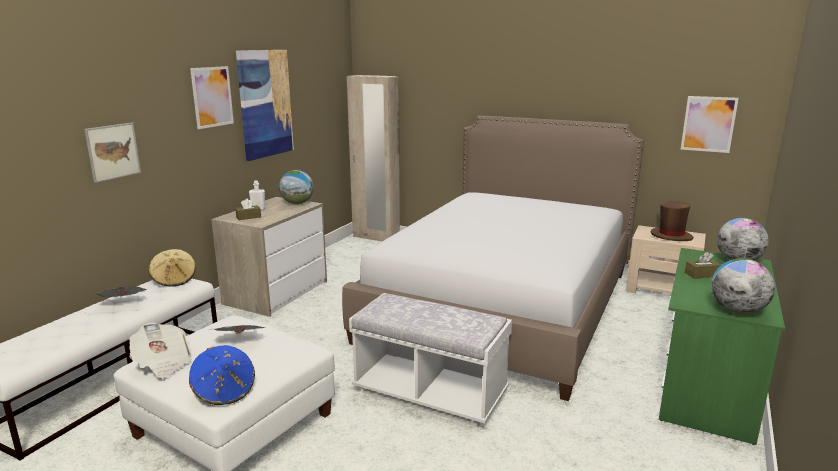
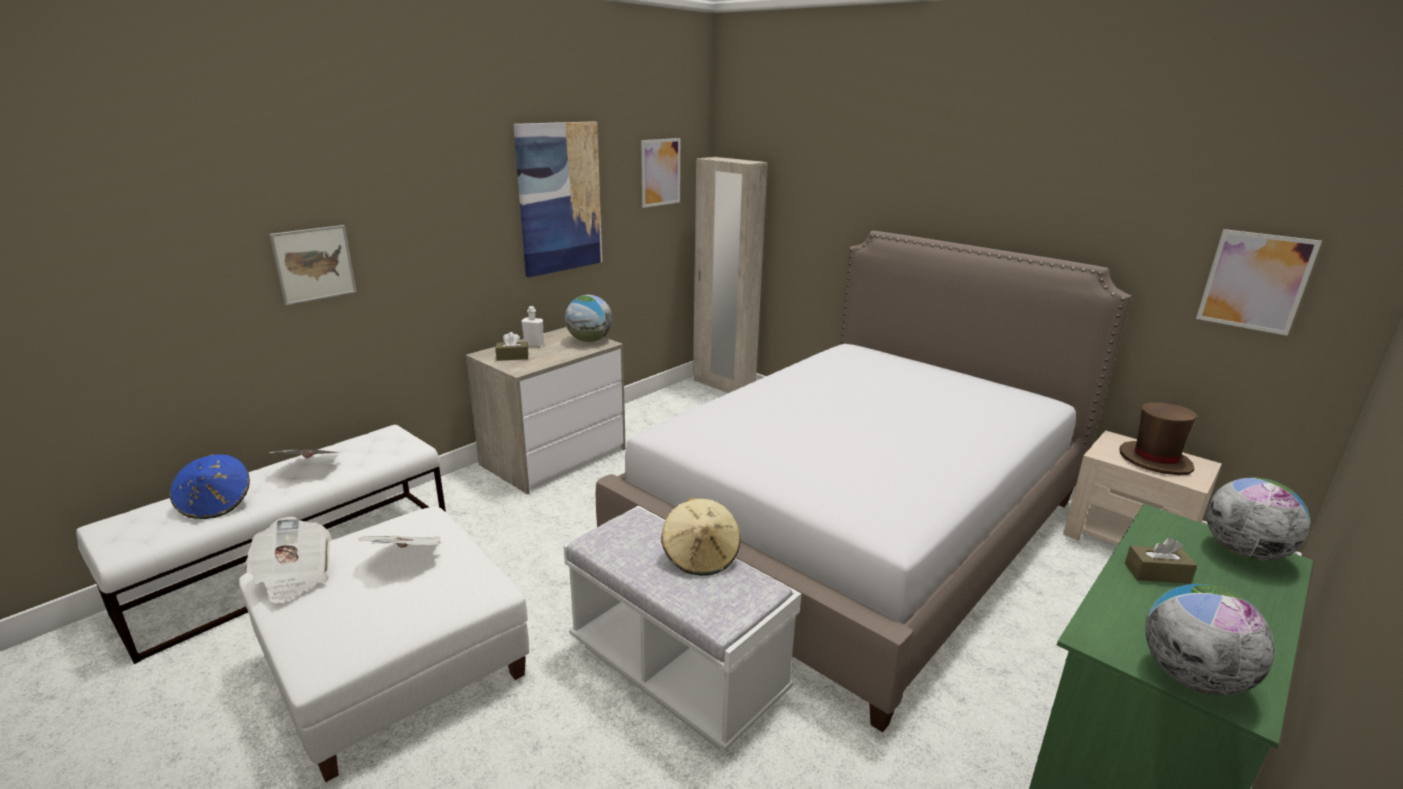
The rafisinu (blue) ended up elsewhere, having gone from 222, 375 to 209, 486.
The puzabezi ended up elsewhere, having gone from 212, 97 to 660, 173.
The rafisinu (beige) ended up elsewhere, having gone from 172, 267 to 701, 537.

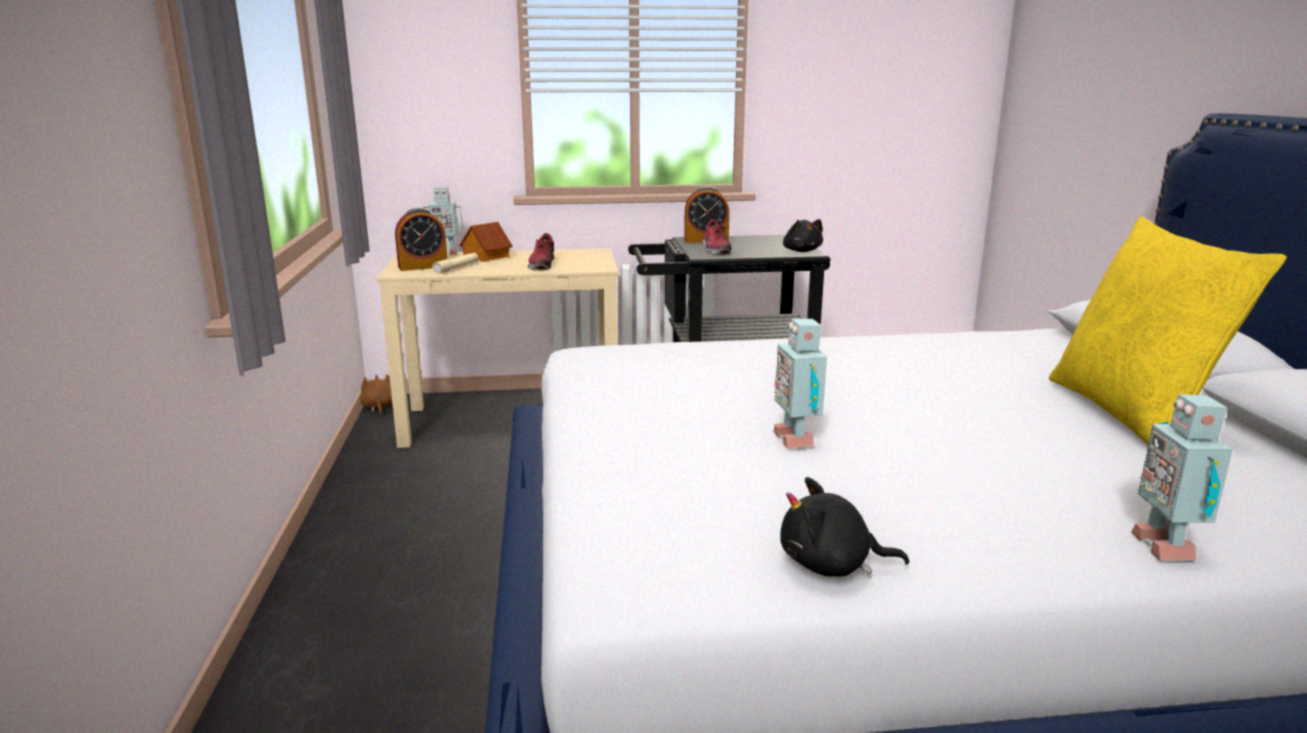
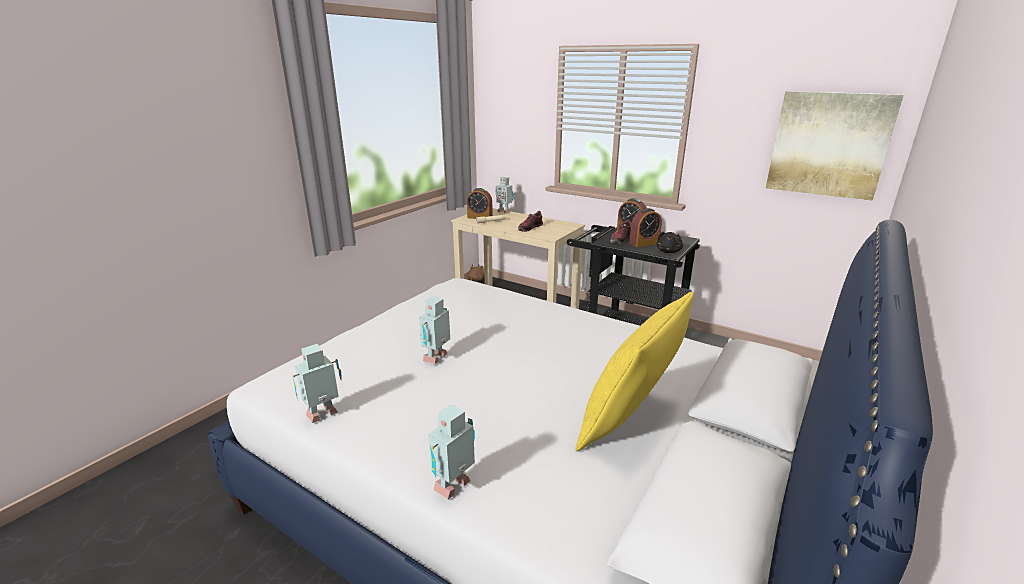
Where the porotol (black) stood at 844, 527, the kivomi came to stand at 317, 383.
The second view gained the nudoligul at 645, 227.
The second view gained the puzabezi at 834, 146.
The second view lost the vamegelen at 486, 242.

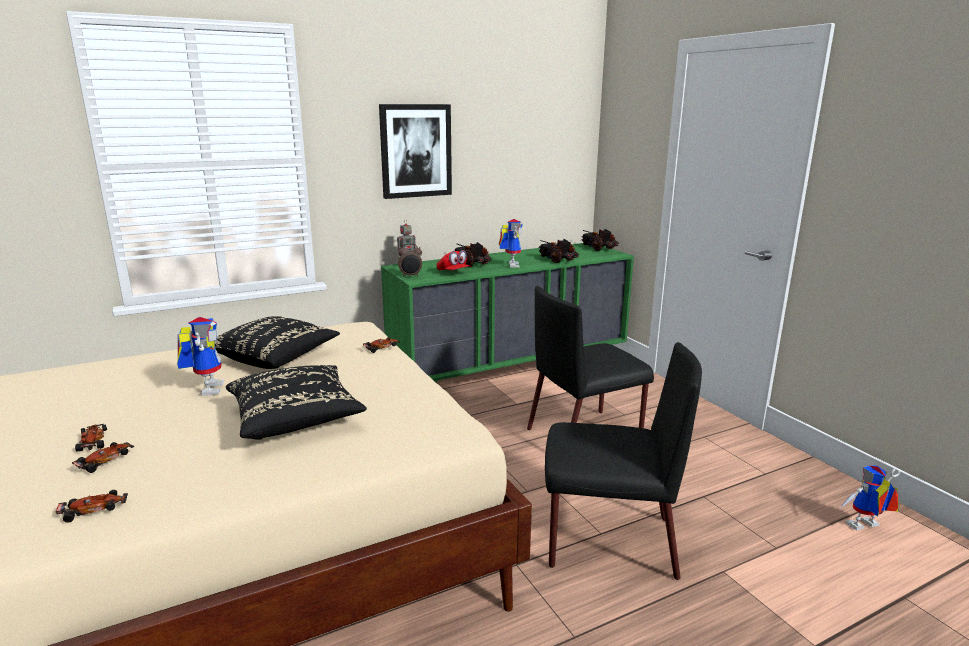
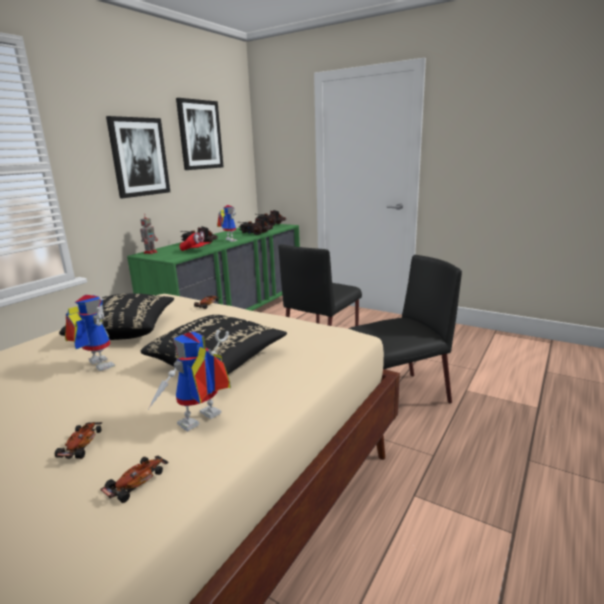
The kivomi ended up elsewhere, having gone from 870, 497 to 189, 380.
The second view gained the puzabezi at 200, 134.
The second view lost the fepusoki at 91, 438.
The second view lost the nudoligul at 410, 260.

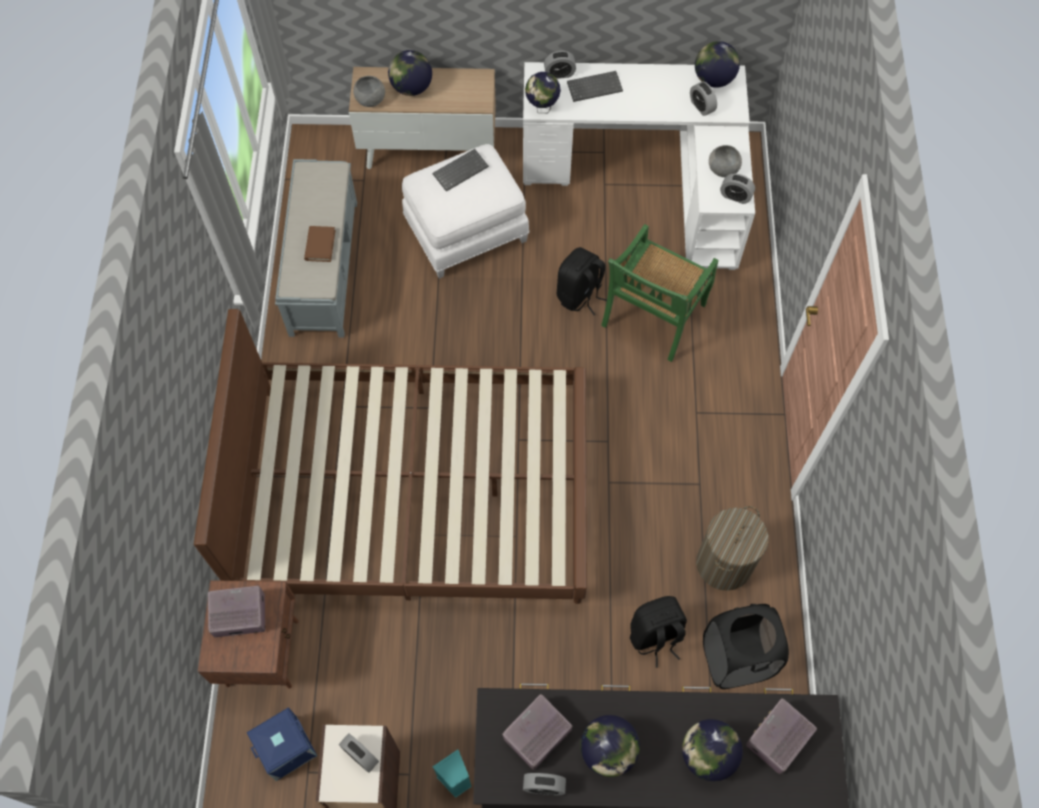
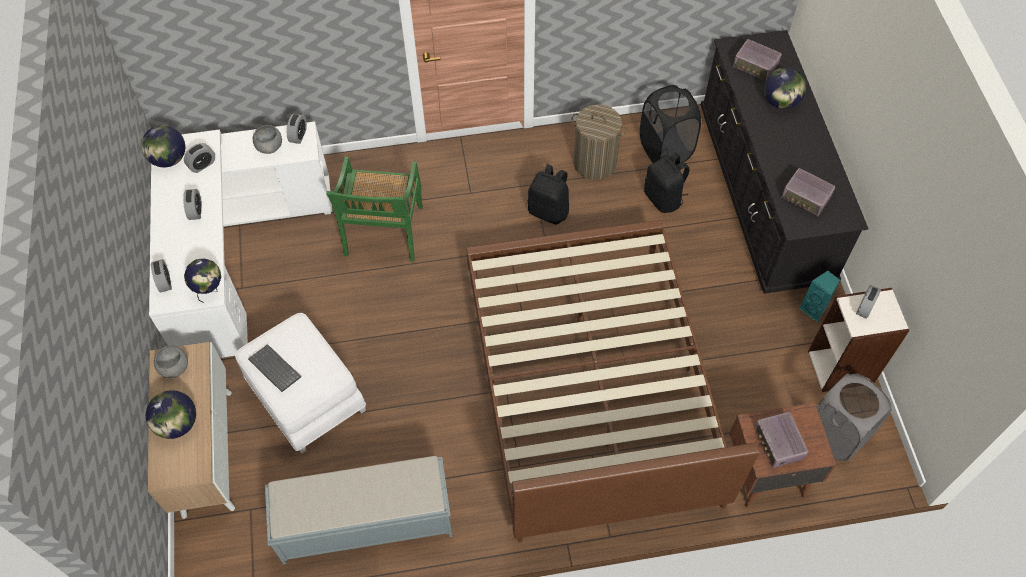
The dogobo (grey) ended up elsewhere, having gone from 369, 91 to 171, 361.
The nudoligul ended up elsewhere, having gone from 544, 784 to 192, 204.
The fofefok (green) at 659, 293 ended up facing another way, 75 degrees clockwise from before.
The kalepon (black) ended up elsewhere, having gone from 582, 281 to 548, 194.
Where the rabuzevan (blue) stood at 281, 744, the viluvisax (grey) came to stand at 854, 417.
The second view lost the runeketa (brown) at 320, 244.
The second view lost the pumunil at 595, 86.
The second view lost the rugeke at 610, 746.

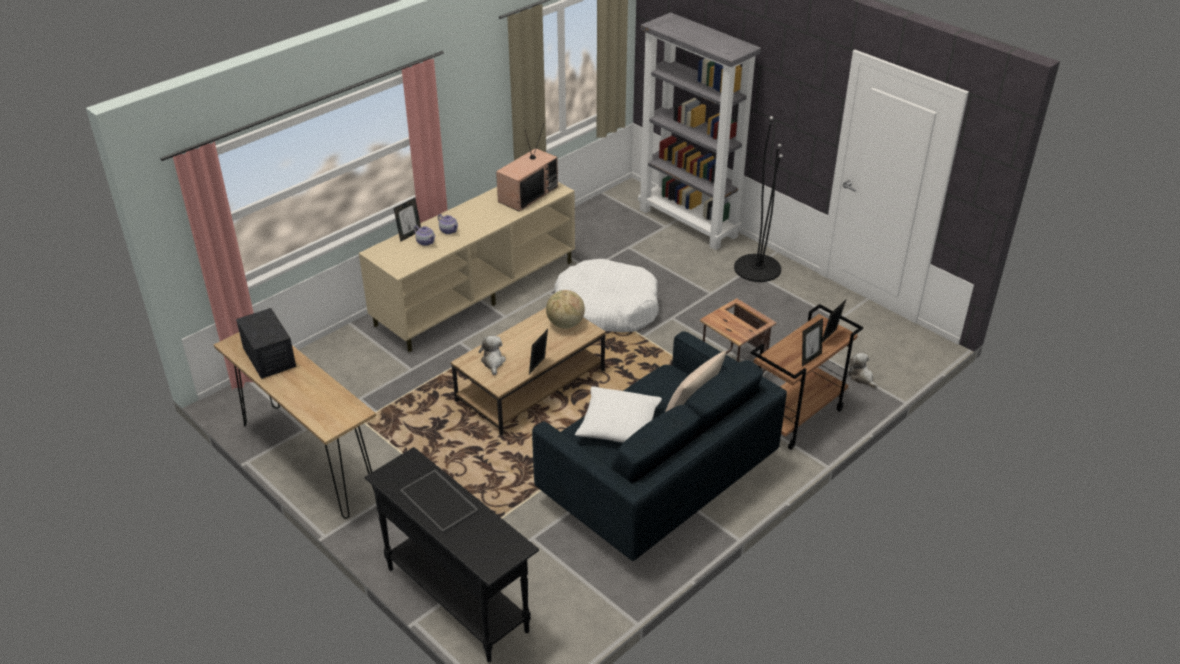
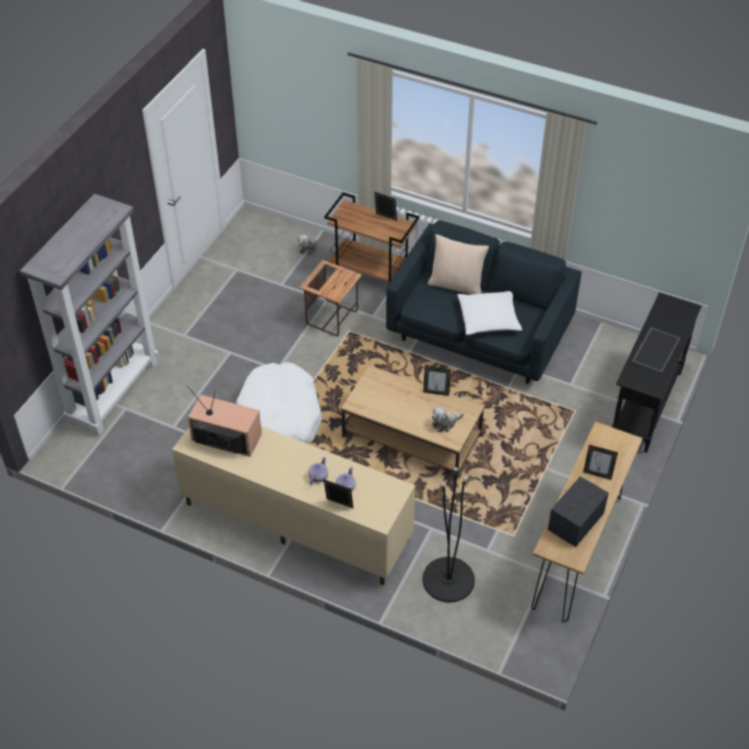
The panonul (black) ended up elsewhere, having gone from 758, 199 to 449, 534.
The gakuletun ended up elsewhere, having gone from 834, 321 to 600, 462.
The second view lost the rugeke at 565, 309.

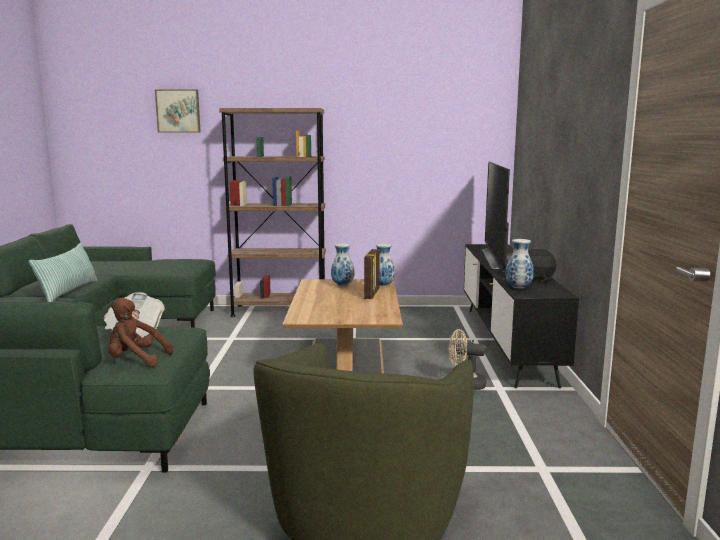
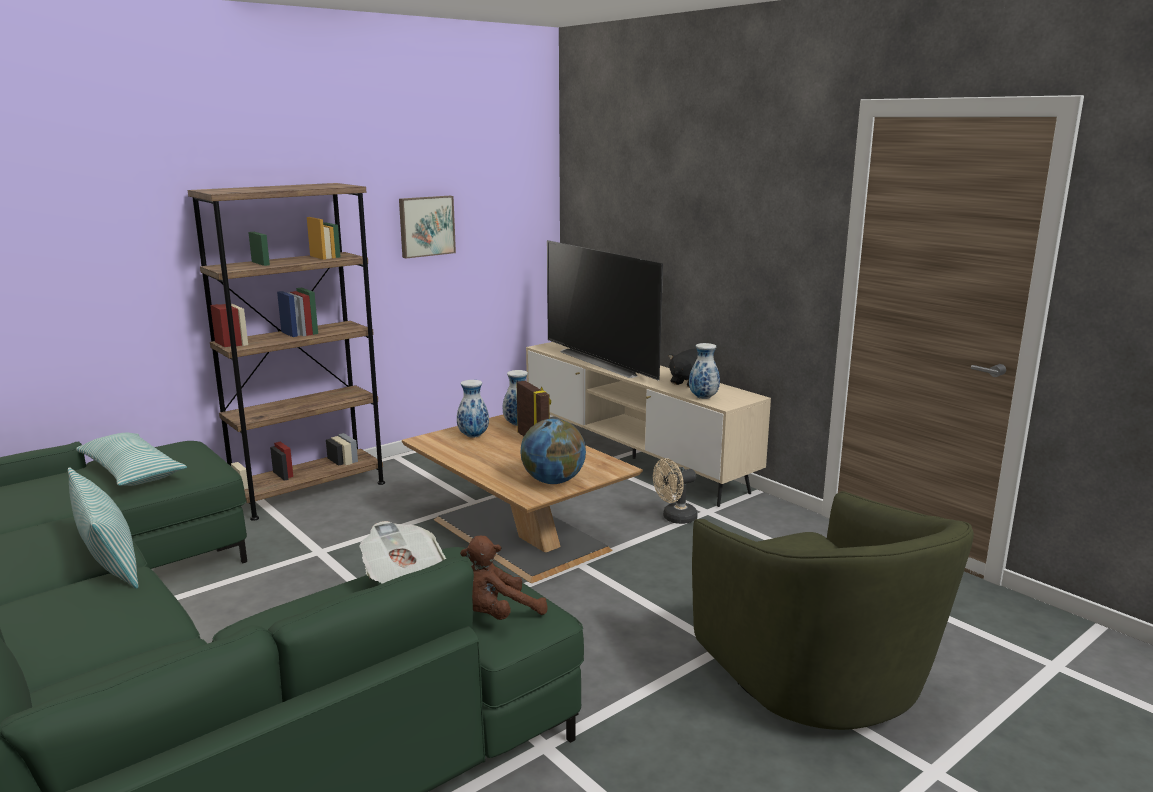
The second view gained the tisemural at 131, 459.
The puzabezi ended up elsewhere, having gone from 178, 111 to 427, 227.
The second view gained the rugeke at 553, 451.
What was the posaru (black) at 521, 316 turned into the posaru (beige) at 648, 424.

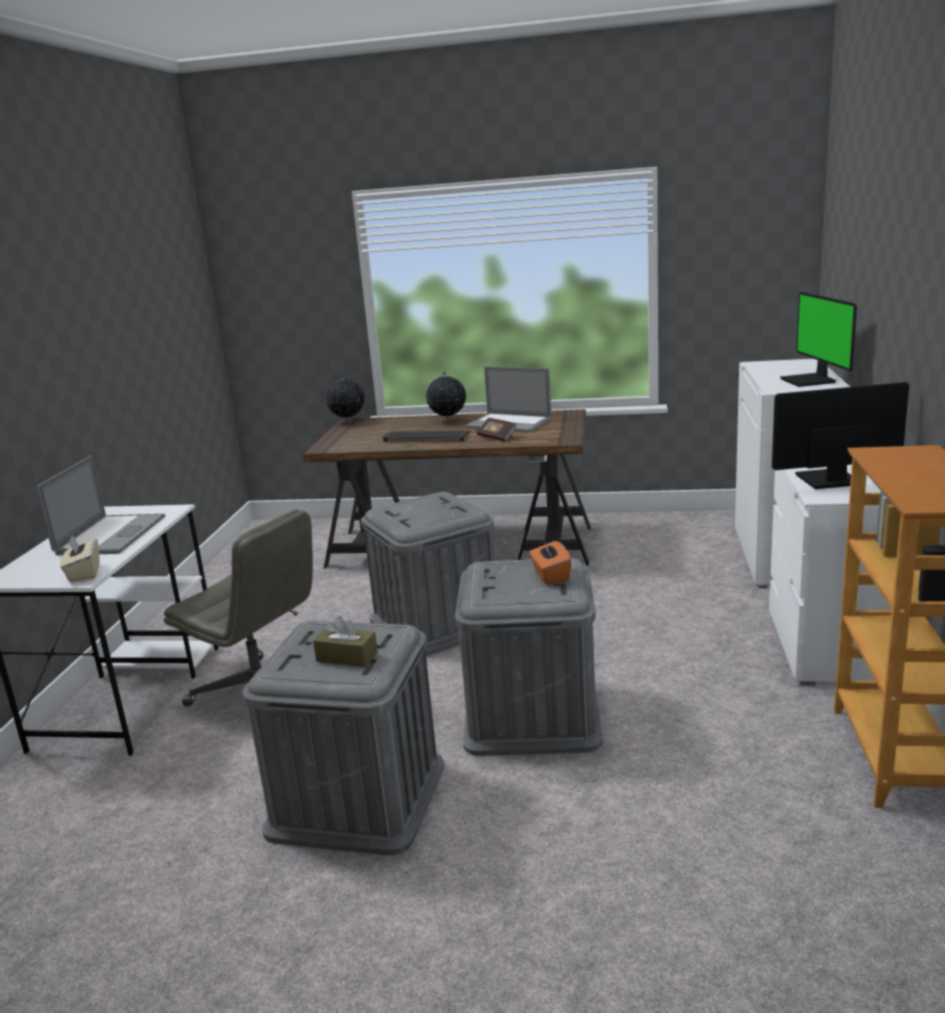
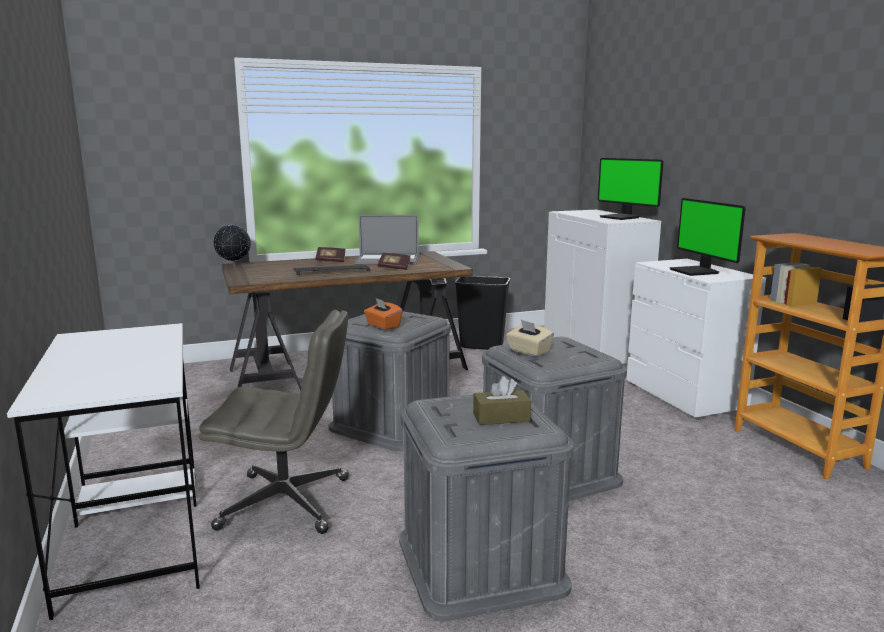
Where the rugeke stood at 446, 396, the runeketa came to stand at 330, 254.
The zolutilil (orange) ended up elsewhere, having gone from 550, 562 to 383, 314.
The second view gained the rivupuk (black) at 482, 313.
The zolutilil (beige) ended up elsewhere, having gone from 80, 558 to 530, 338.
The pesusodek at 840, 435 ended up facing another way, 75 degrees counterclockwise from before.
The second view lost the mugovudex at 100, 505.

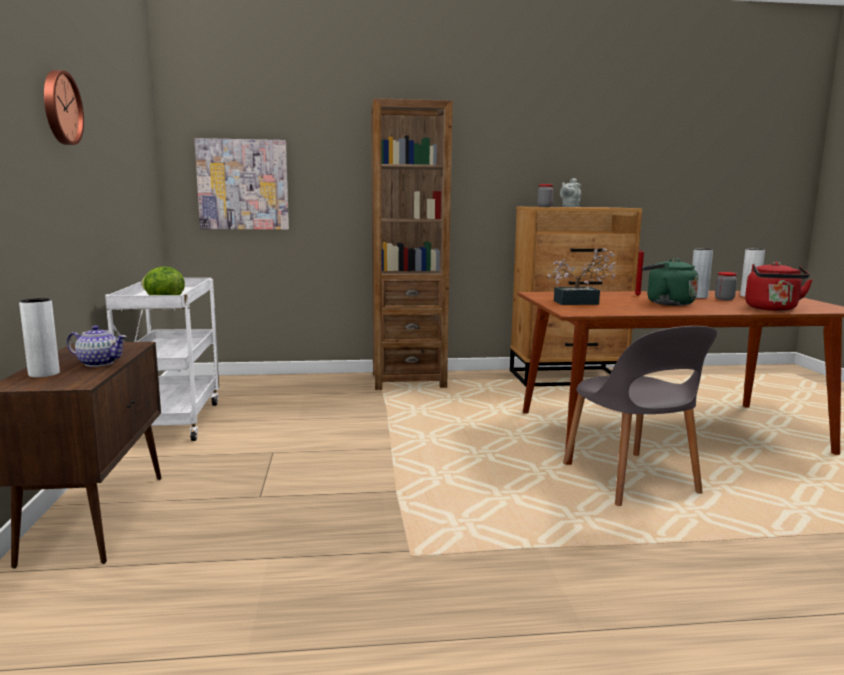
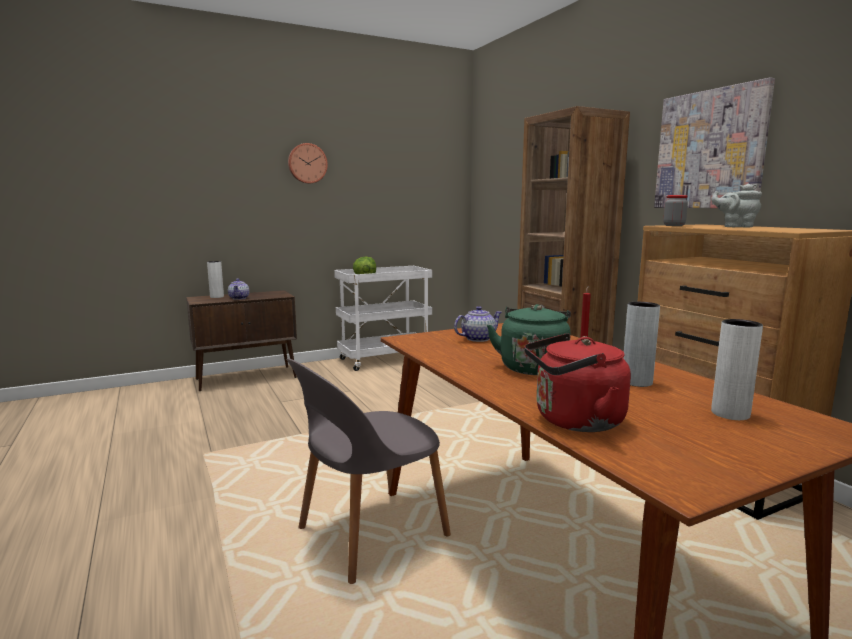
Where the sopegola stood at 581, 276, the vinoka came to stand at 478, 324.
The puzabezi ended up elsewhere, having gone from 241, 184 to 714, 142.
The second view lost the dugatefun at 726, 286.

